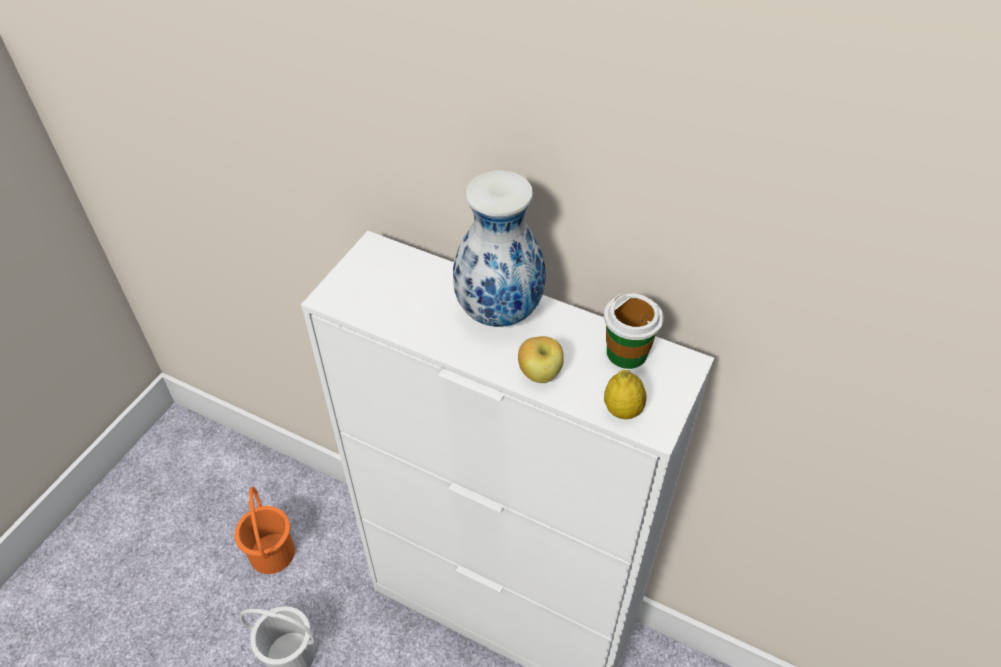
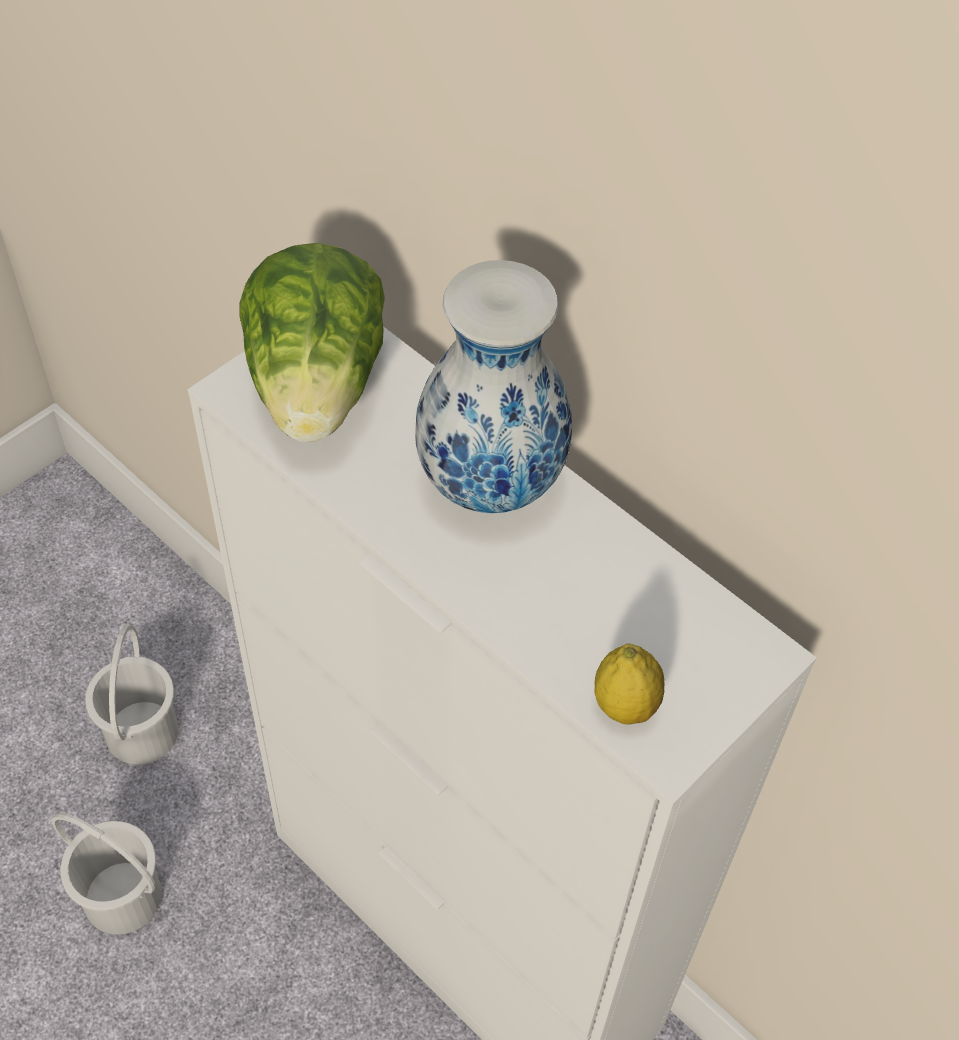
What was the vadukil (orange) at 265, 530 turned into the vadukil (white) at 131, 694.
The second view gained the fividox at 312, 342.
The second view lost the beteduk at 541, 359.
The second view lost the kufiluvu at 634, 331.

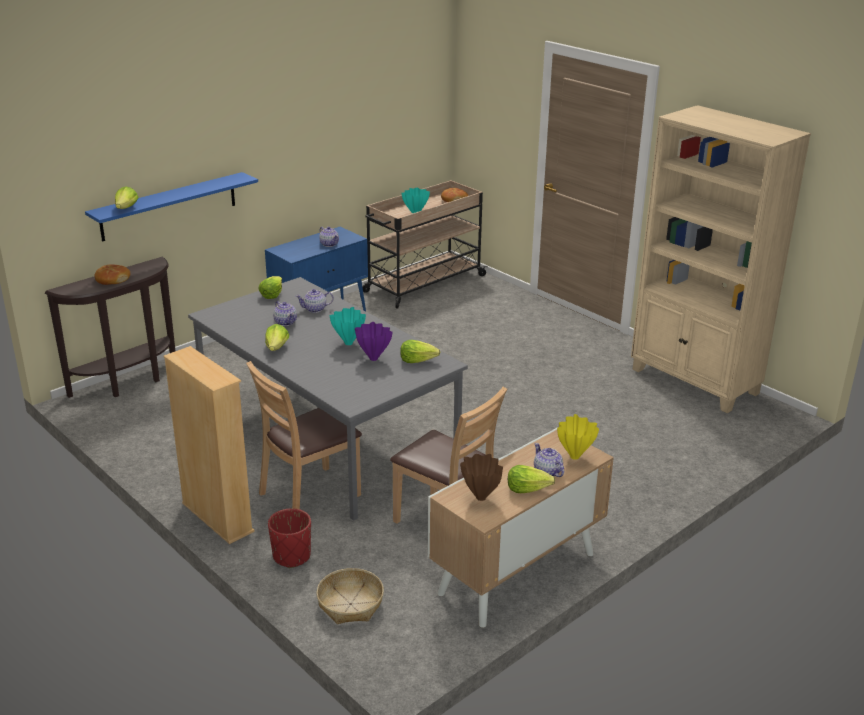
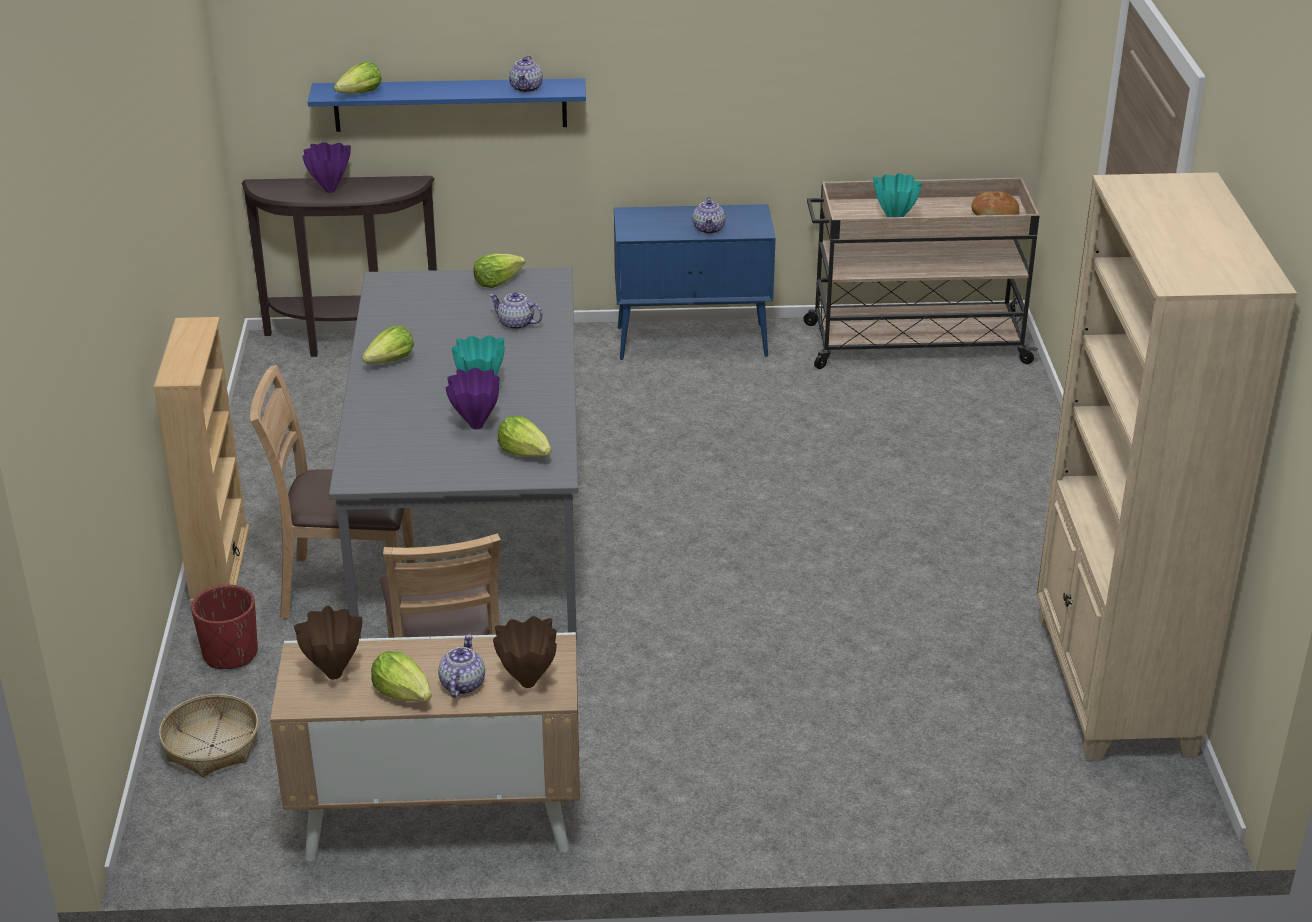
Where the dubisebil stood at 112, 274, the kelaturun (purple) came to stand at 326, 167.
What was the kelaturun (yellow) at 578, 437 turned into the kelaturun (brown) at 525, 652.
The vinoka ended up elsewhere, having gone from 285, 313 to 526, 74.

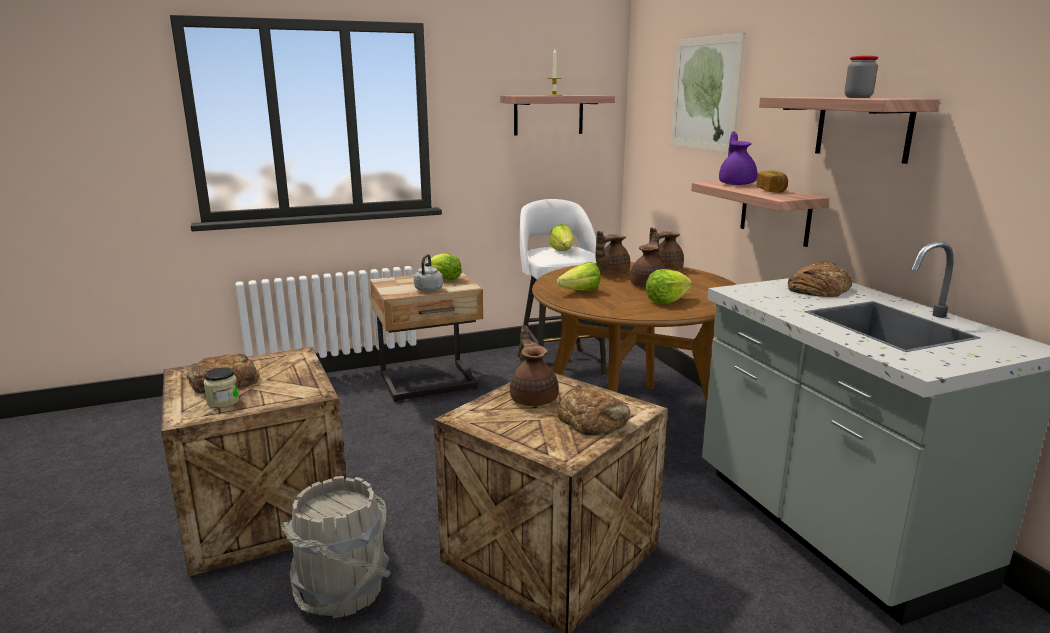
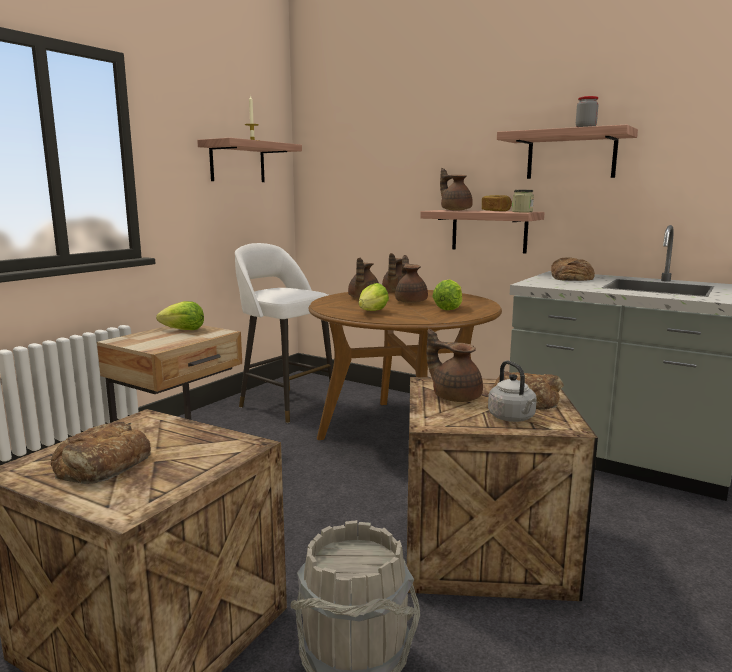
What was the vinoka (purple) at 738, 158 turned into the vinoka (brown) at 456, 189.
The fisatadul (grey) ended up elsewhere, having gone from 428, 273 to 512, 391.
The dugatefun ended up elsewhere, having gone from 221, 387 to 523, 201.
The second view lost the fividox at 562, 237.
The second view lost the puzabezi at 707, 93.

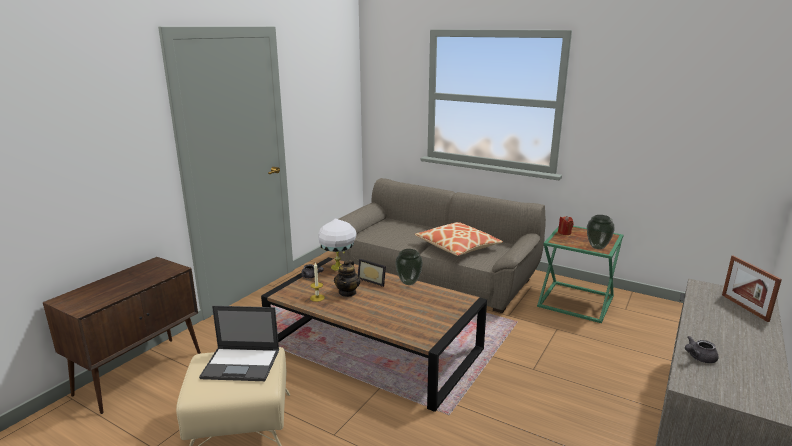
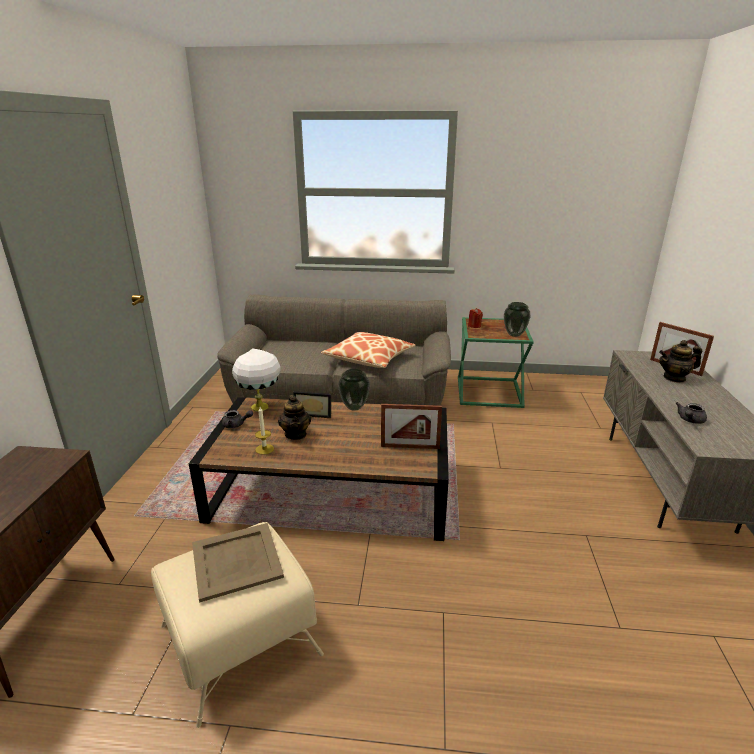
Where the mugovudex stood at 239, 343, the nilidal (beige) came to stand at 238, 563.
The second view gained the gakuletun at 411, 426.
The second view gained the vinoka at 680, 361.

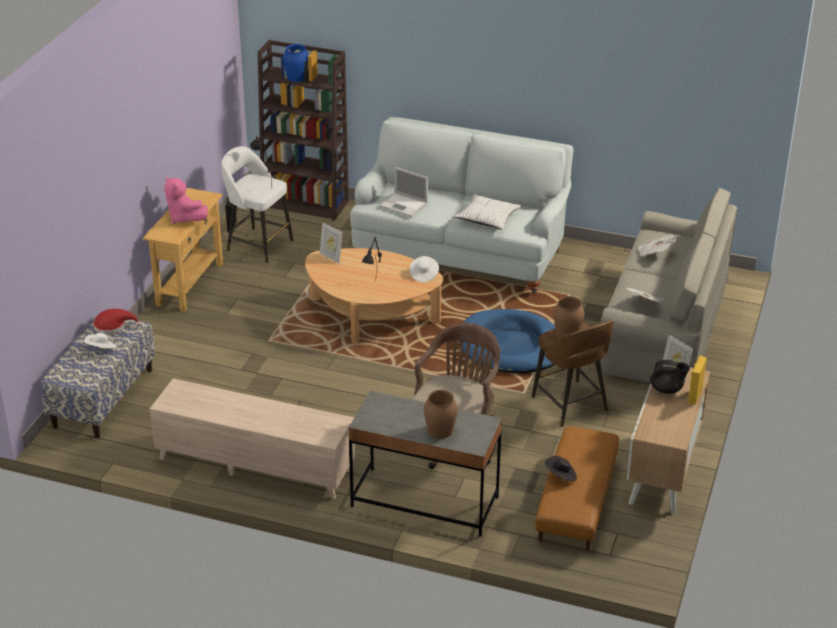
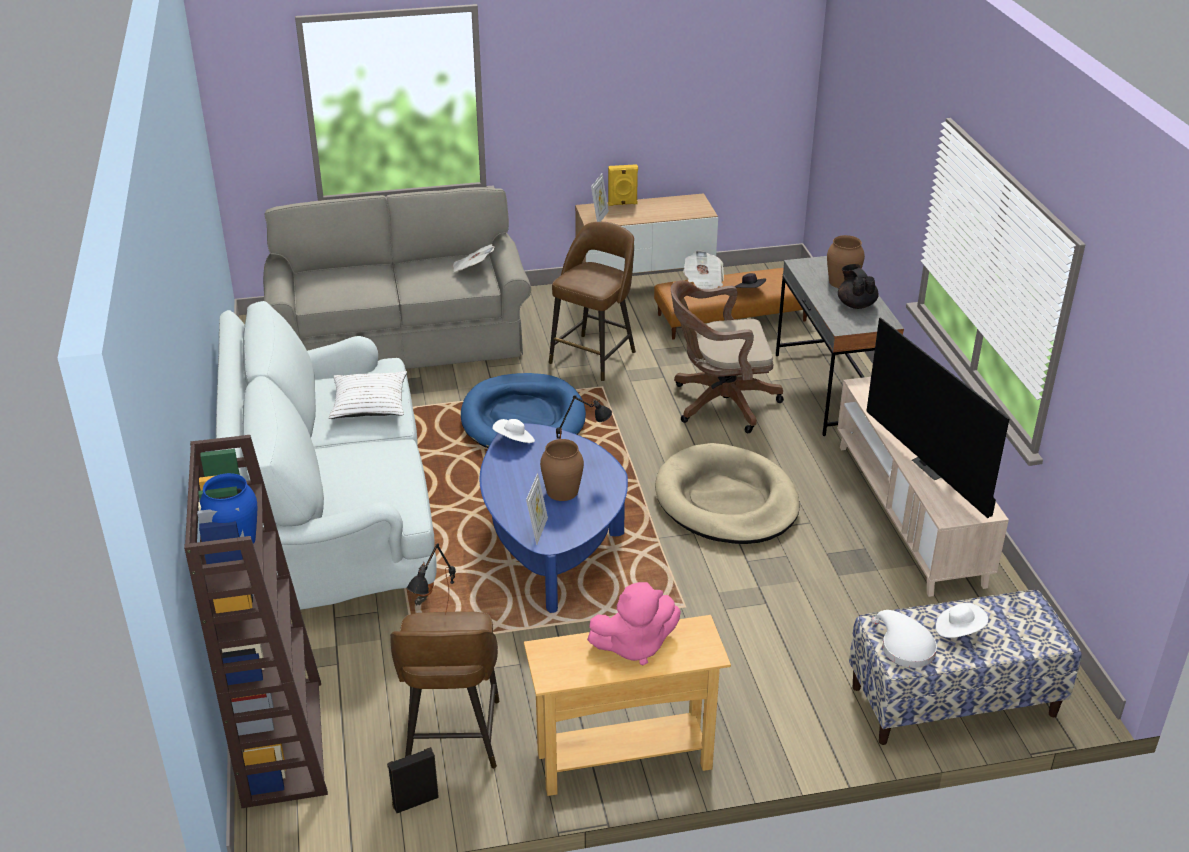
What was the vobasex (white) at 257, 204 turned into the vobasex (brown) at 444, 690.
What was the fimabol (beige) at 374, 296 turned into the fimabol (blue) at 554, 518.
The kelaturun (brown) ended up elsewhere, having gone from 568, 317 to 562, 470.
The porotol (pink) at 186, 200 ended up facing another way, 60 degrees clockwise from before.
The second view gained the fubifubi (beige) at 727, 493.
The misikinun ended up elsewhere, having gone from 657, 245 to 703, 269.
The vinoka (black) ended up elsewhere, having gone from 670, 377 to 858, 286.
The second view gained the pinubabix at 937, 417.
What was the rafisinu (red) at 117, 322 turned into the rafisinu (white) at 904, 639.
The second view lost the mugovudex at 403, 192.

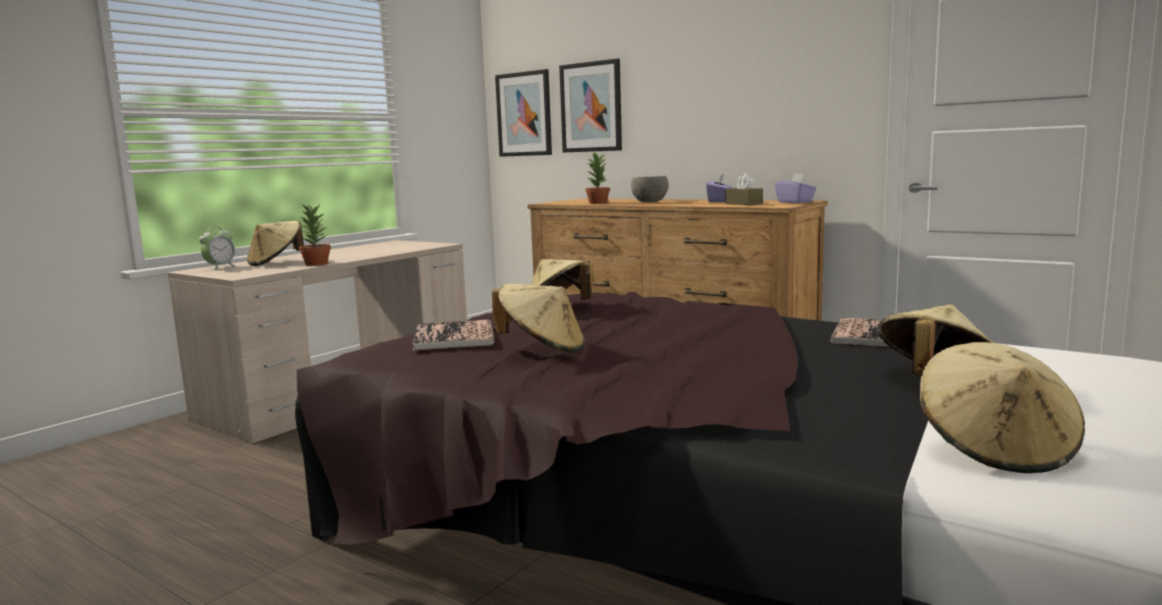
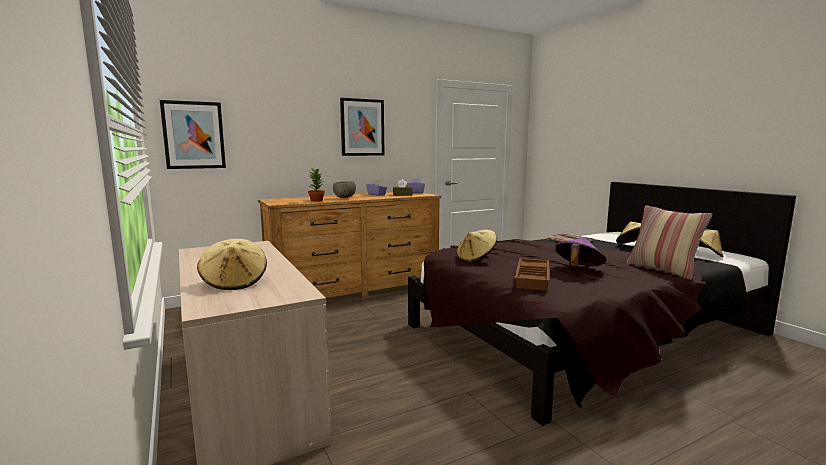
The puzabezi ended up elsewhere, having gone from 590, 105 to 362, 127.
Where the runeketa stood at 453, 335, the nilidal (brown) came to stand at 532, 274.
What was the rafisinu (beige) at 538, 318 turned into the rafisinu (purple) at 580, 252.
The second view gained the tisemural at 669, 242.
The second view lost the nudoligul at 217, 248.
The second view lost the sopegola at 315, 235.

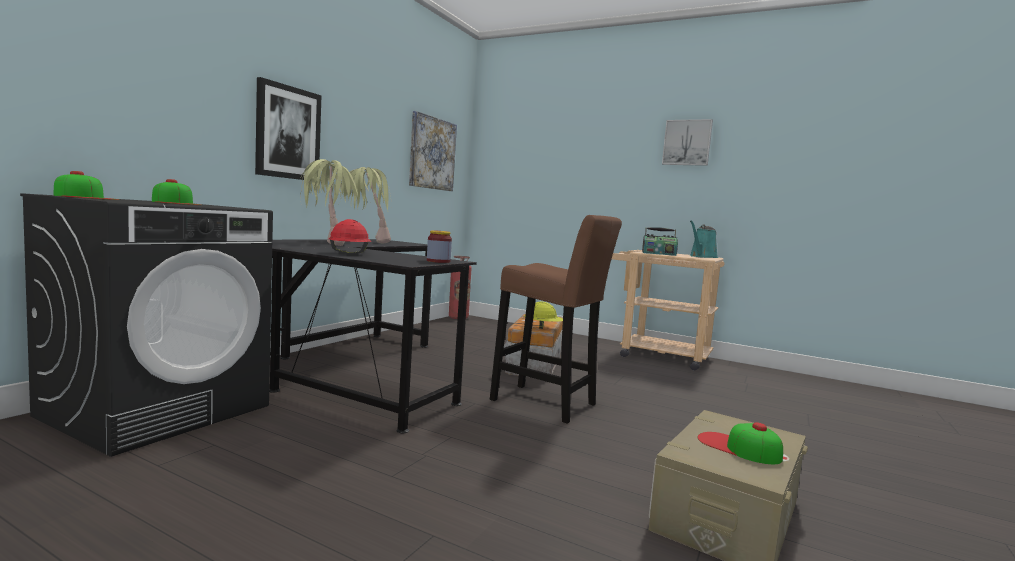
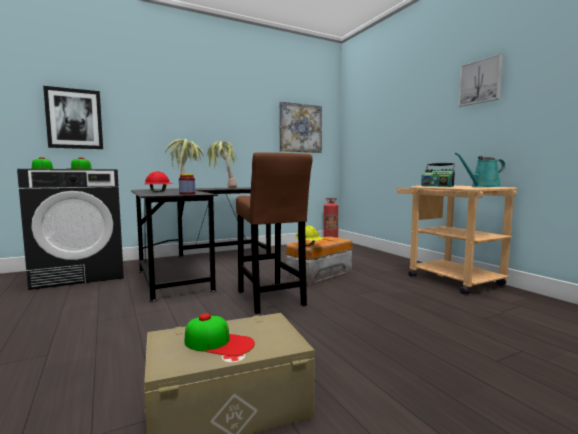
The puzabezi ended up elsewhere, having gone from 288, 128 to 73, 117.
The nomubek at 740, 443 ended up facing another way, 120 degrees clockwise from before.

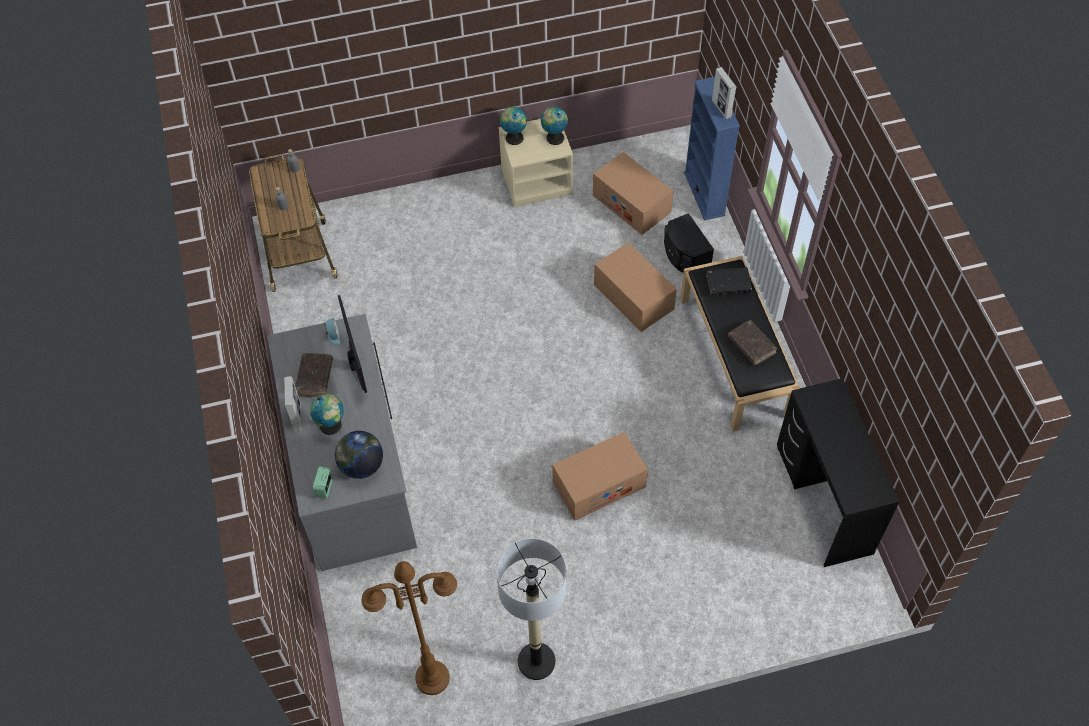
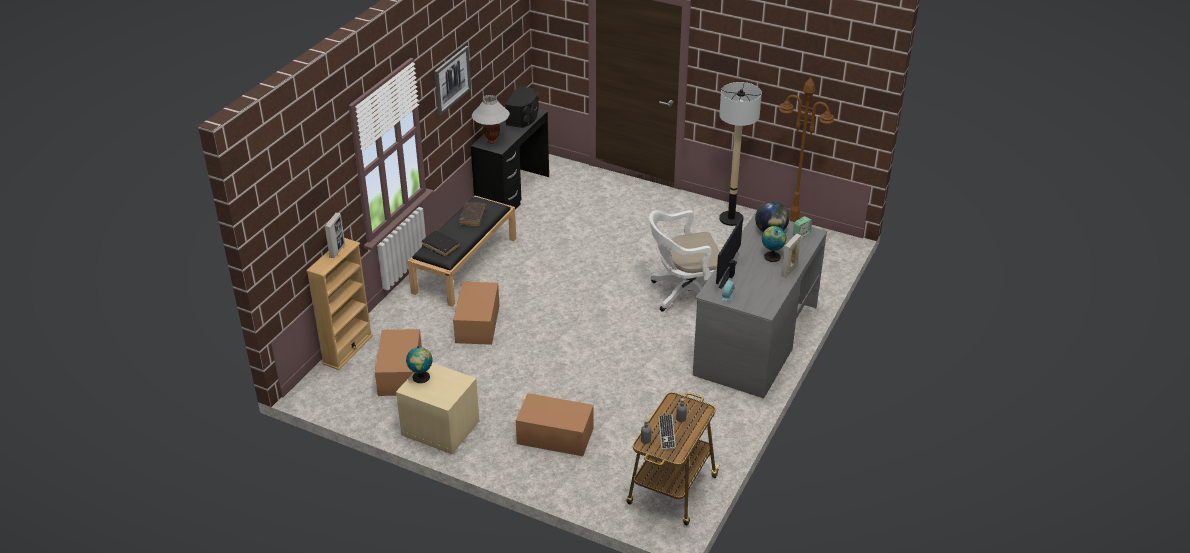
What was the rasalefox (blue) at 712, 148 turned into the rasalefox (beige) at 339, 304.
The second view gained the puzabezi at 452, 81.
The second view gained the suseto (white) at 491, 119.
The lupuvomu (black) ended up elsewhere, having gone from 689, 243 to 522, 107.
The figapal ended up elsewhere, having gone from 600, 476 to 554, 424.
The second view gained the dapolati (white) at 684, 261.
The second view gained the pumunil at 667, 432.
The second view lost the runeketa (brown) at 314, 375.
The second view lost the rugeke at 513, 126.

